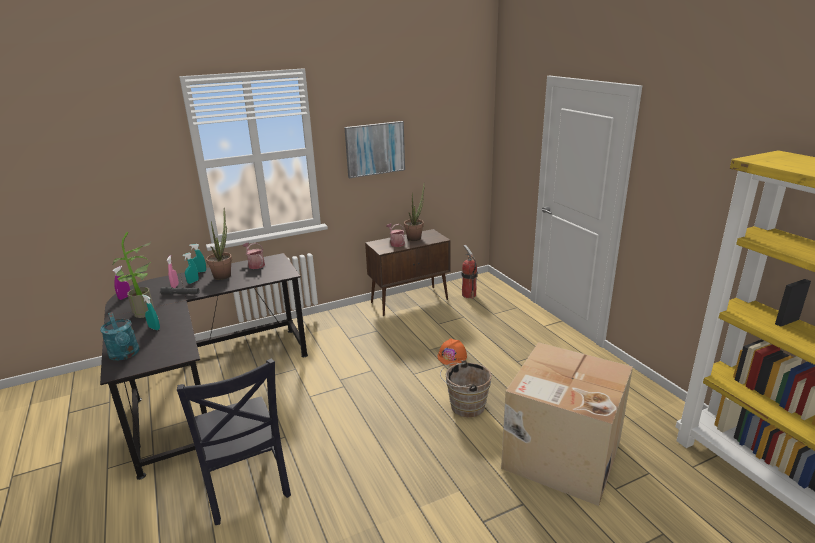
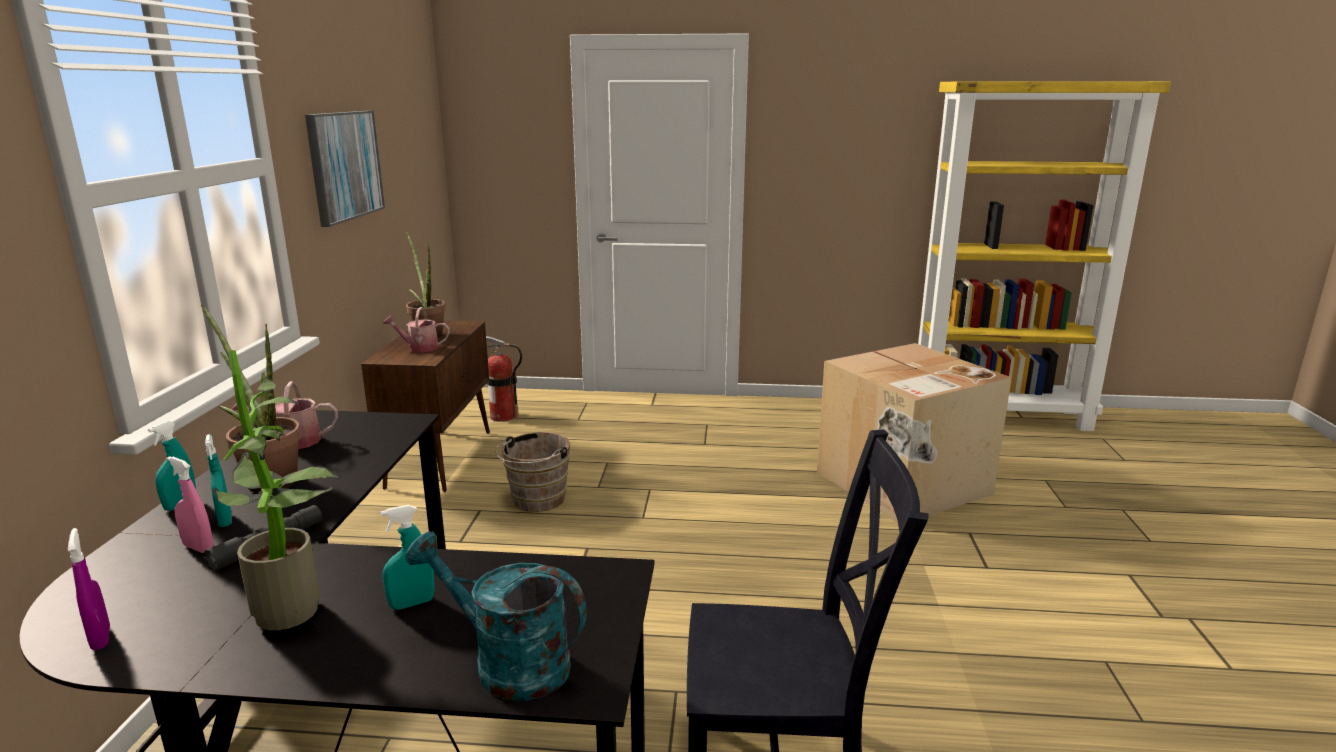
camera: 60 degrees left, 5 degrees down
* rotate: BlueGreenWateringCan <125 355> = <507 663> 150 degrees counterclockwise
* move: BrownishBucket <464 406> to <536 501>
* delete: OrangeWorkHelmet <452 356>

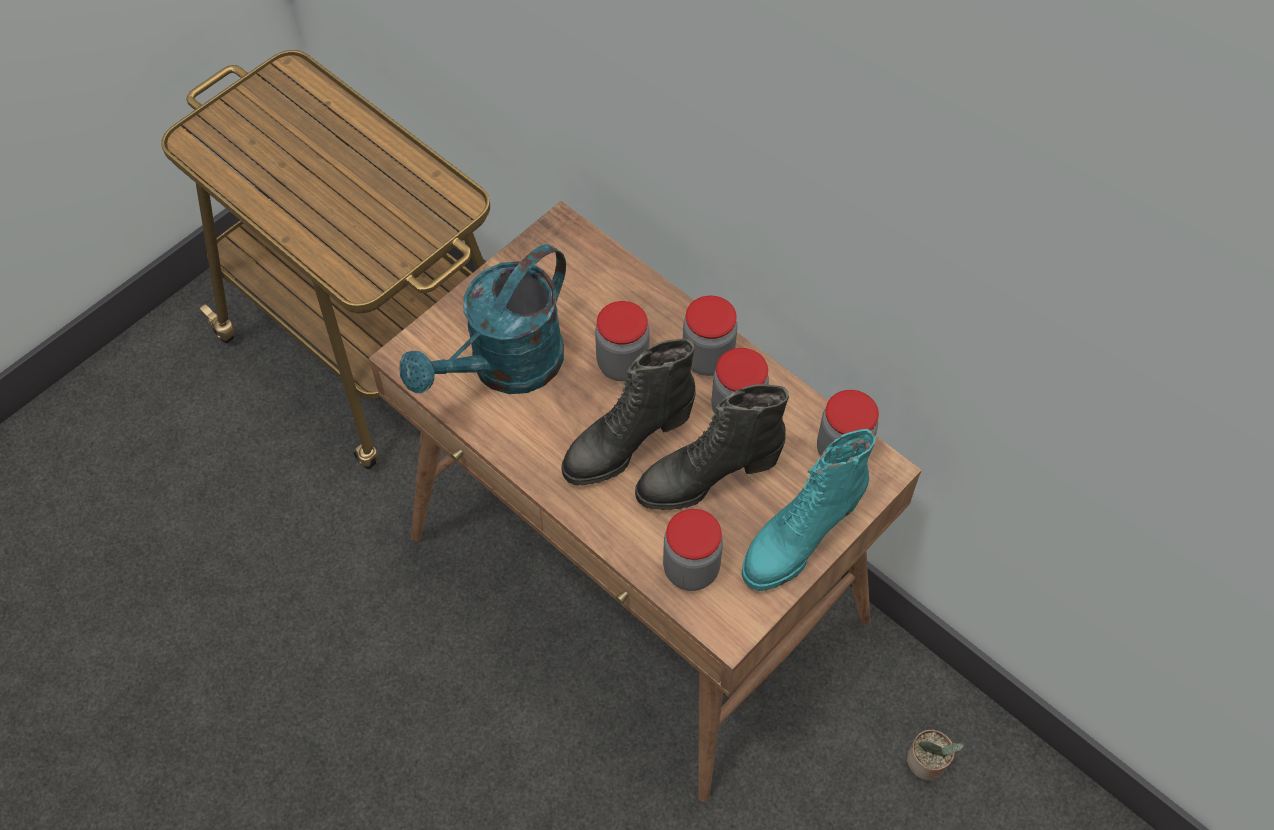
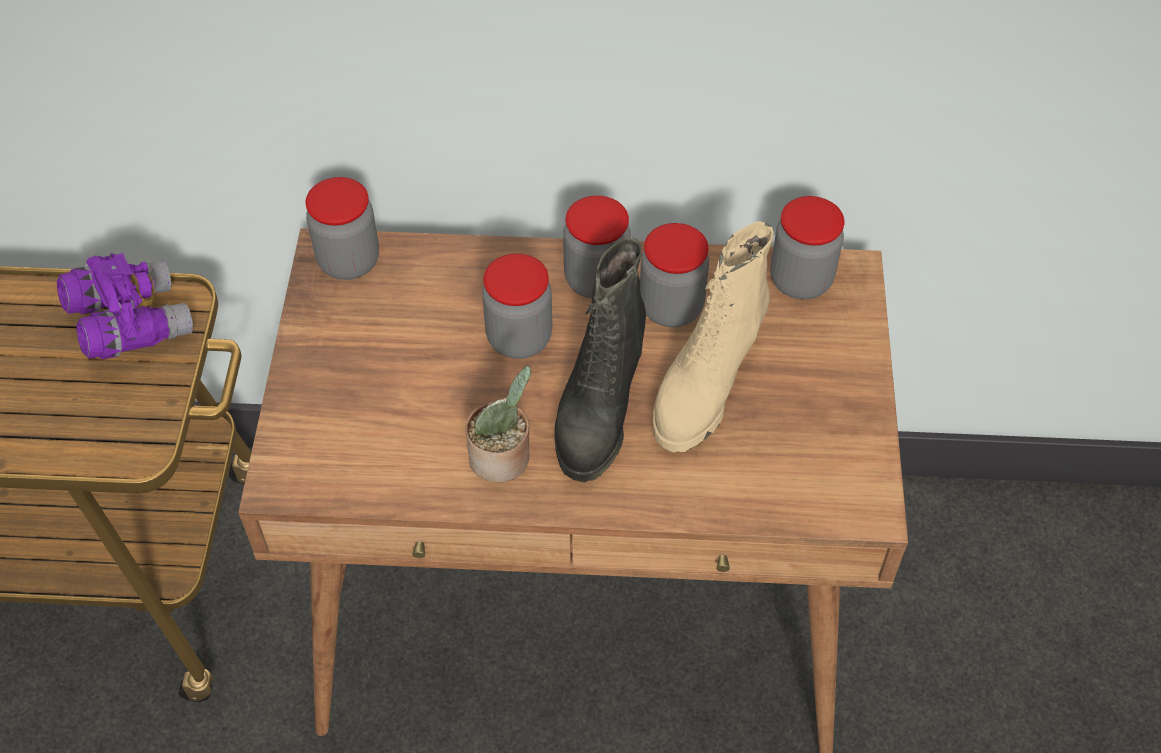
camera: 40 degrees left, 5 degrees down
* insert: PurplishBinoculars <130 324>
* move: Jar <691 569> to <349 261>
* move: PottedPlant <928 763> to <503 459>
* recolor: BlackHighTopBoot <707 476> to BeigeColouredHighTopBoot <705 385>
* delete: BlueGreenWateringCan <505 369>
* delete: BlueGreenHighTopBoot <799 538>

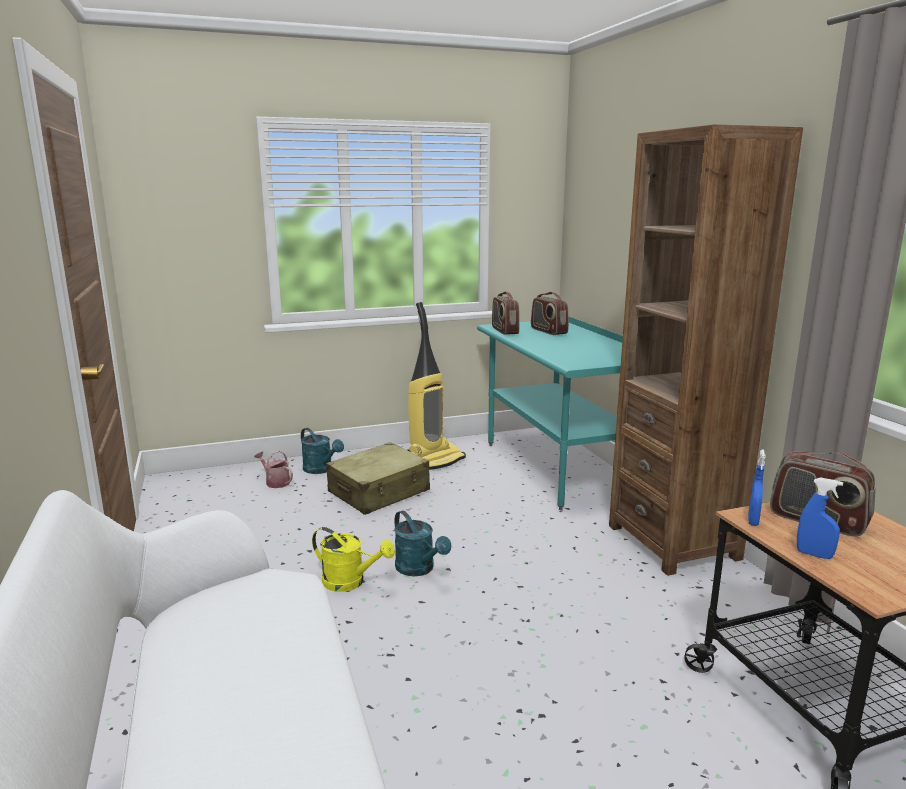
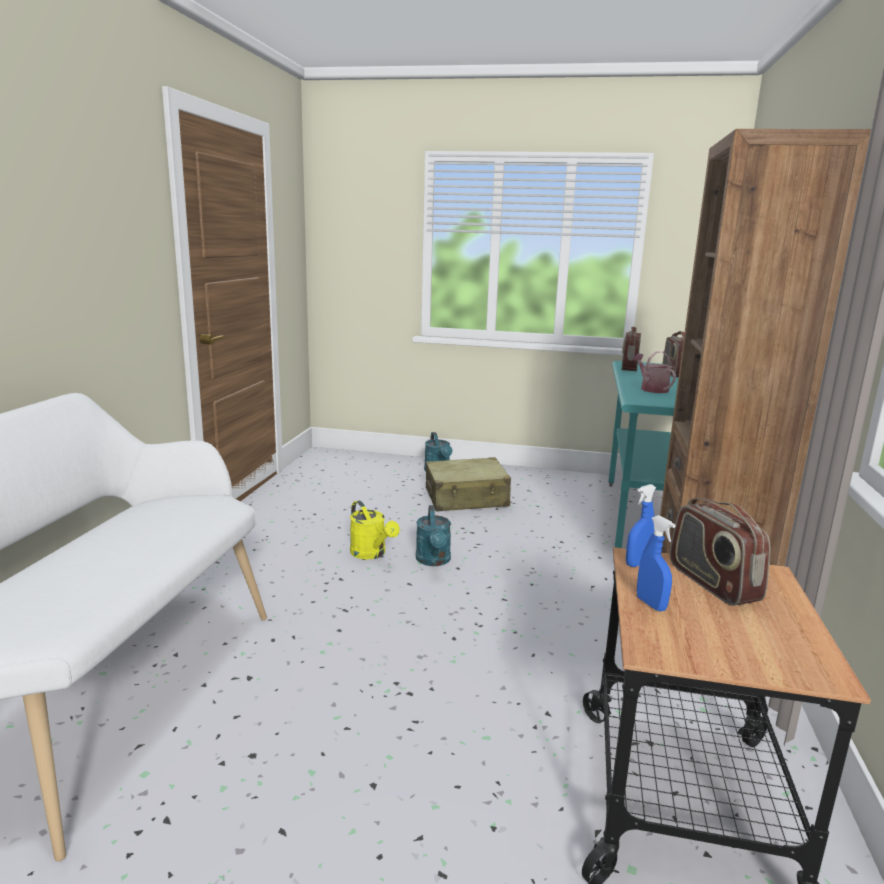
camera: 30 degrees right, 0 degrees up
* move: WateringCan <275 482> to <651 389>
* delete: VacuumCleaner <433 460>

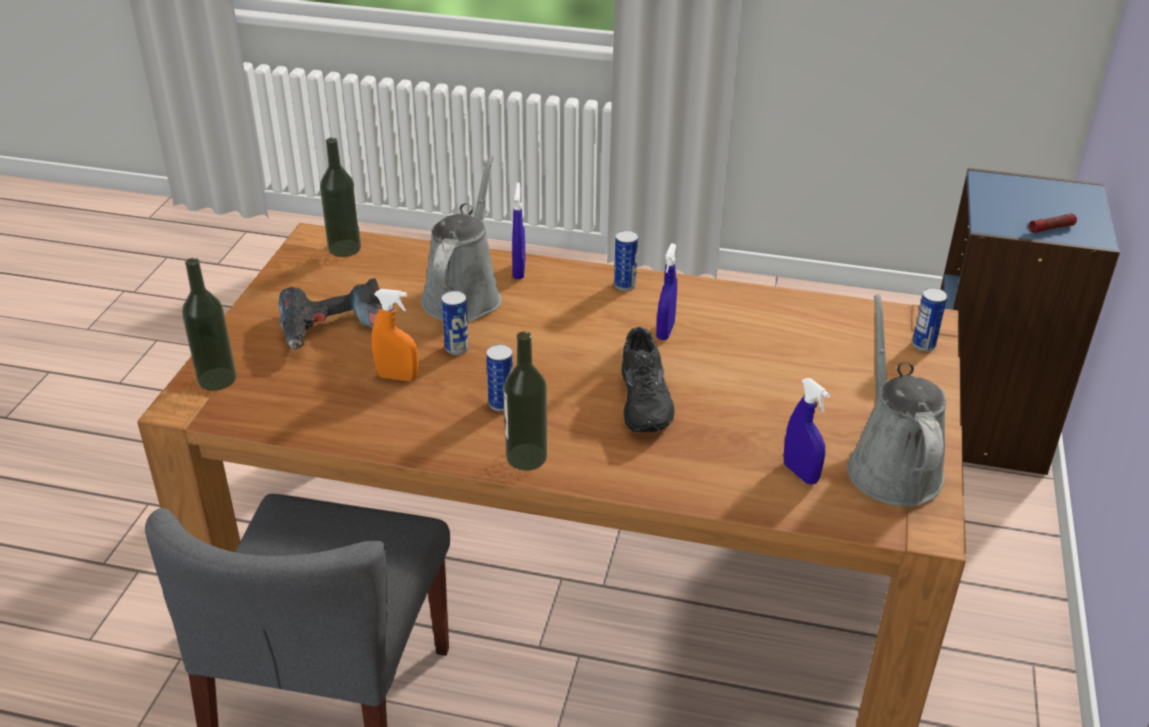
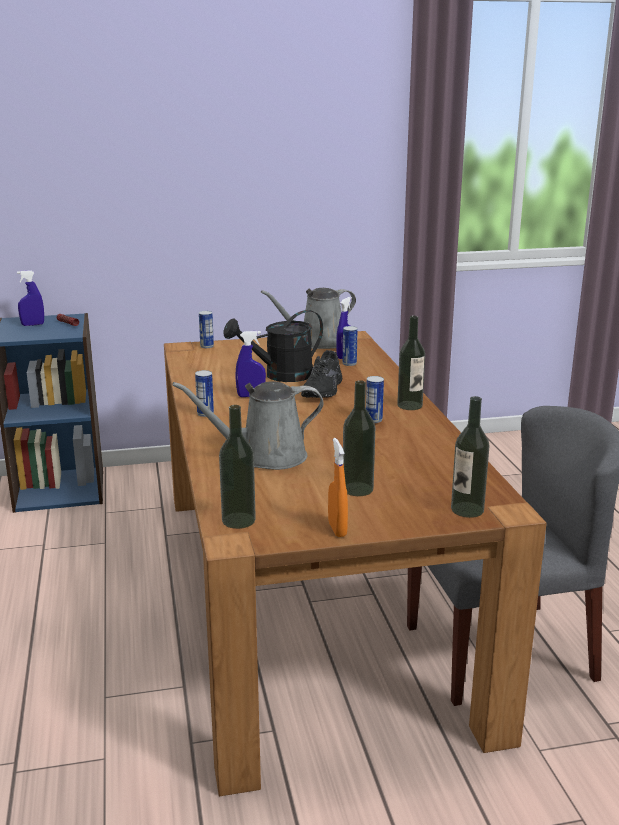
camera: 115 degrees left, 15 degrees down
* move: BluishSprayBottle <519 271> to <33 325>
* insert: BlackWateringCan <280 376>
* rotate: BlackLowShoe <647 399> = <324 389> 135 degrees clockwise
* move: OrangeSprayBottle <397 377> to <337 529>
* move: MetalCan <456 348> to <349 364>
* replace: Drill <333 329> to DrinkBottle <357 489>

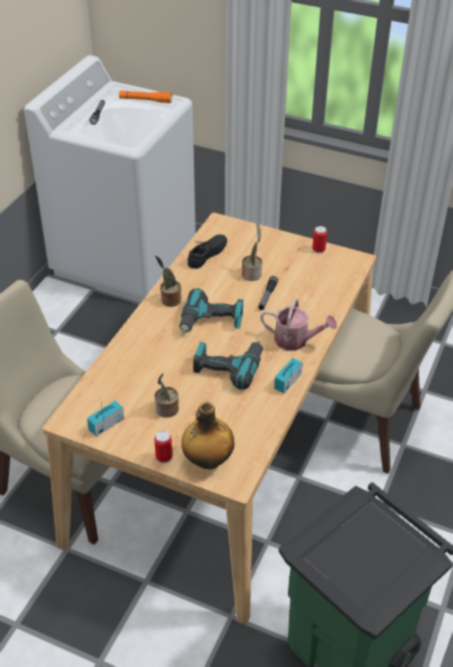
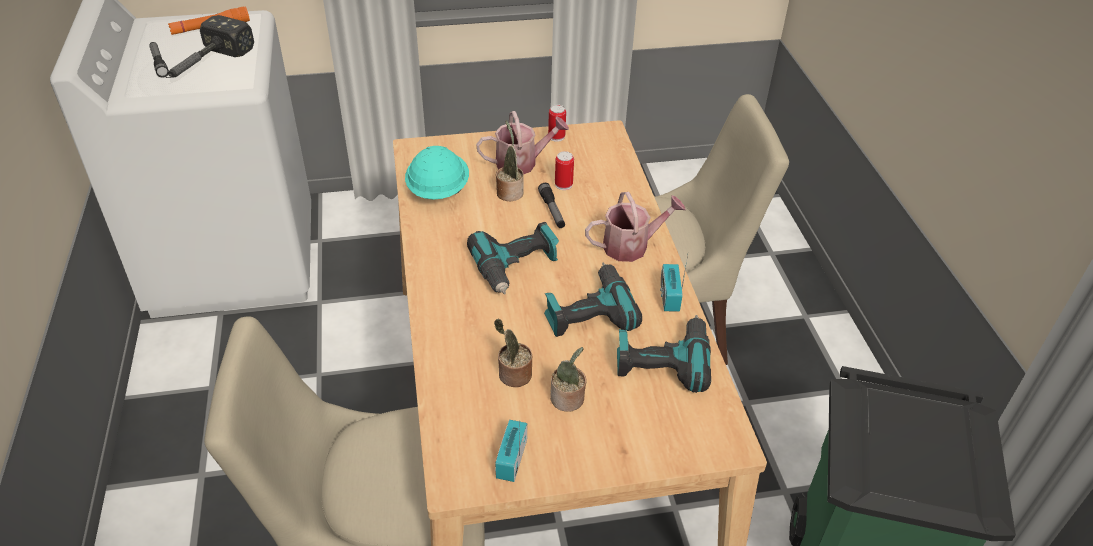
camera: 35 degrees left, 0 degrees up
* insert: HandHammer <205 65>
* replace: BlackLowShoe <208 255> to BlueGreenWorkHelmet <437 191>
* insert: WateringCan <522 163>
* move: PottedPlant <169 300> to <513 375>
* move: MetalCan <164 457> to <563 185>
* insert: Drill <662 359>
* delete: DrinkBottle <207 461>

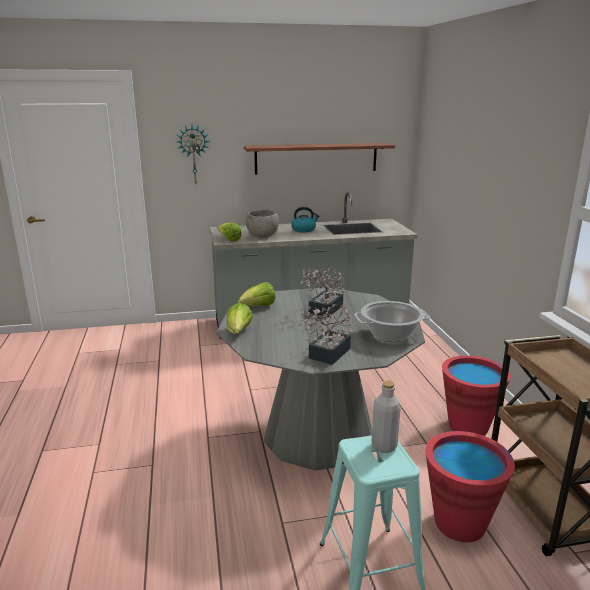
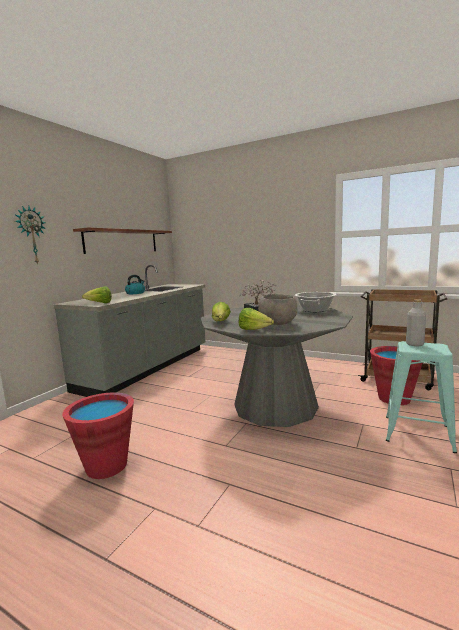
camera: 50 degrees left, 10 degrees down
* move: ReddishBucket <468 426> to <106 466>
* move: GrayServingBowl <262 236> to <277 324>
* delete: PottedPlant <326 355>

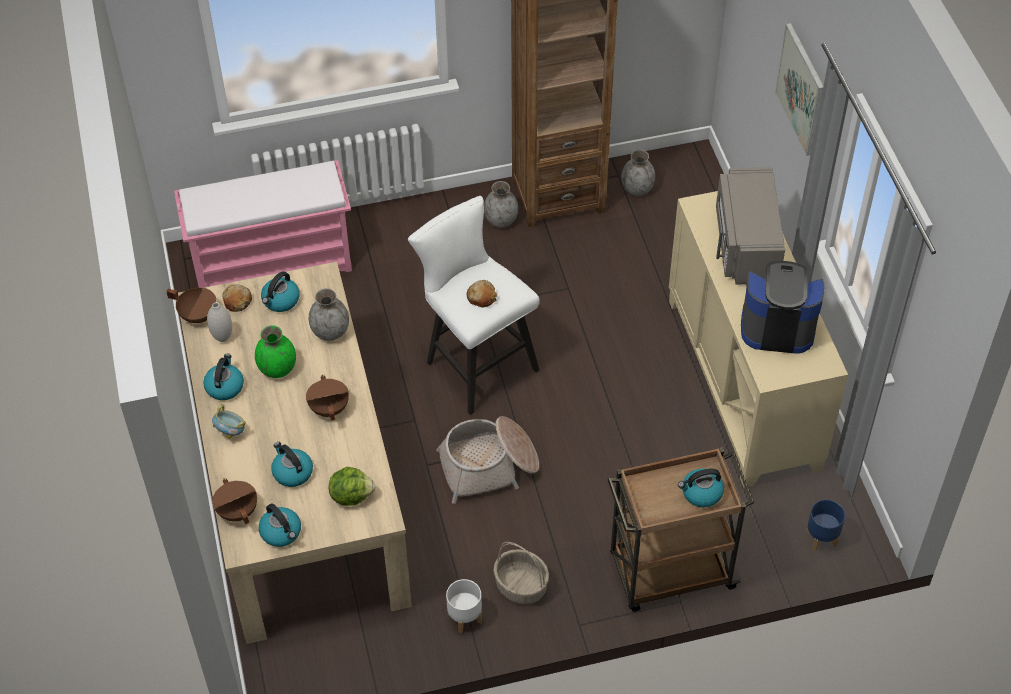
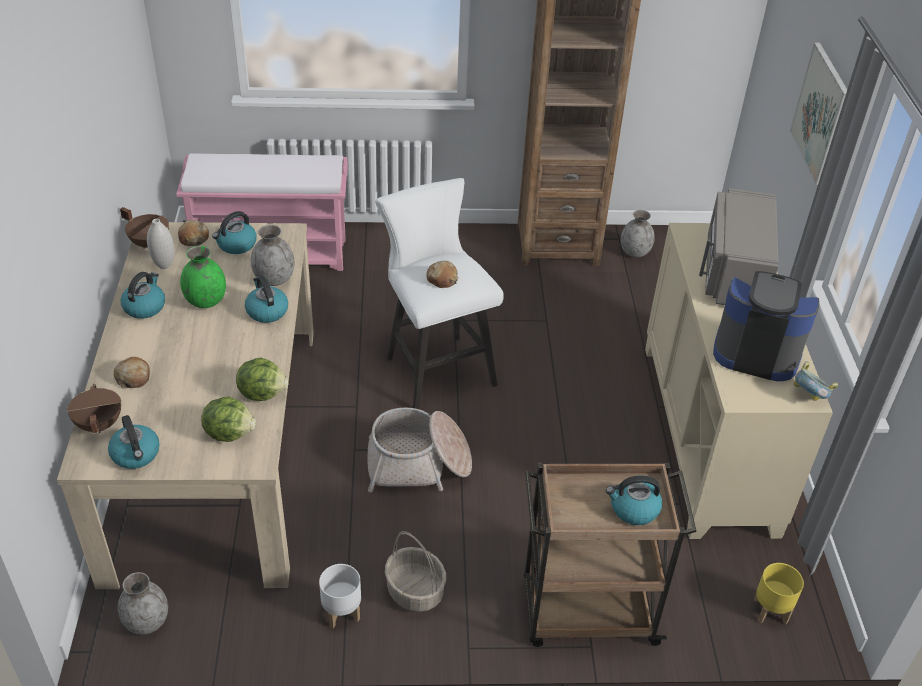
camera: 10 degrees right, 10 degrees down
* insert: BakeryBread <133 377>
* move: GrayFlowerVase <501 220> to <147 621>
* insert: Lettuce <262 392>
* move: WaterKettle <292 472> to <266 311>
* recolor: BluishFlowerPot <821 538> to YellowFlowerPot <770 611>
* move: ServingBowl <231 431> to <809 396>
* delete: BrownishSaucepot <328 408>

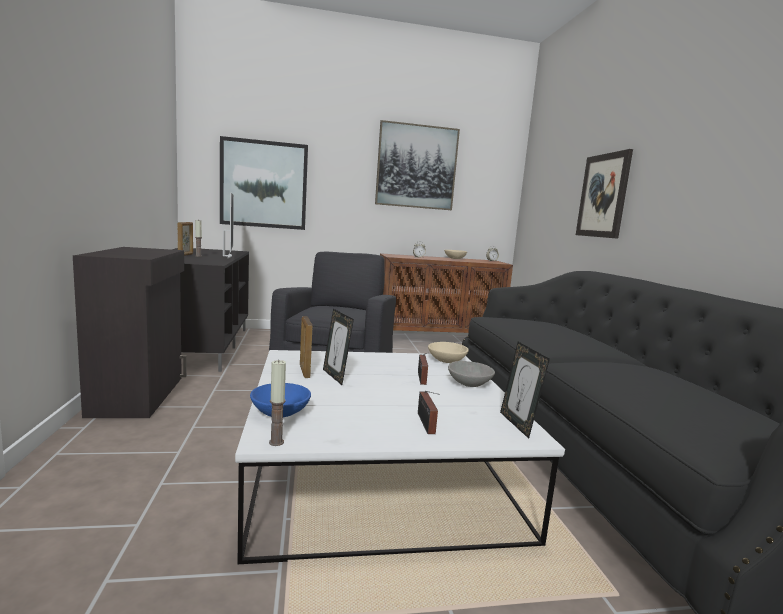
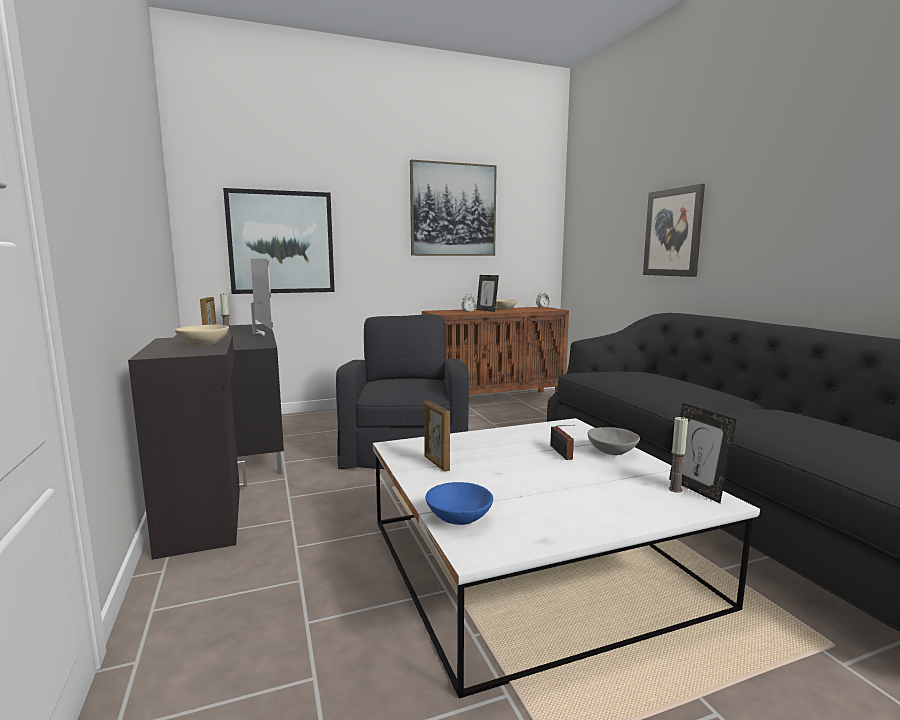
camera: 10 degrees left, 0 degrees up
* move: BeigeColouredServingBowl <447 361> to <204 344>
* move: StandingFrame <335 376> to <487 310>
* move: WaxCandle <276 442> to <675 489>
* delete: Radio <426 424>

